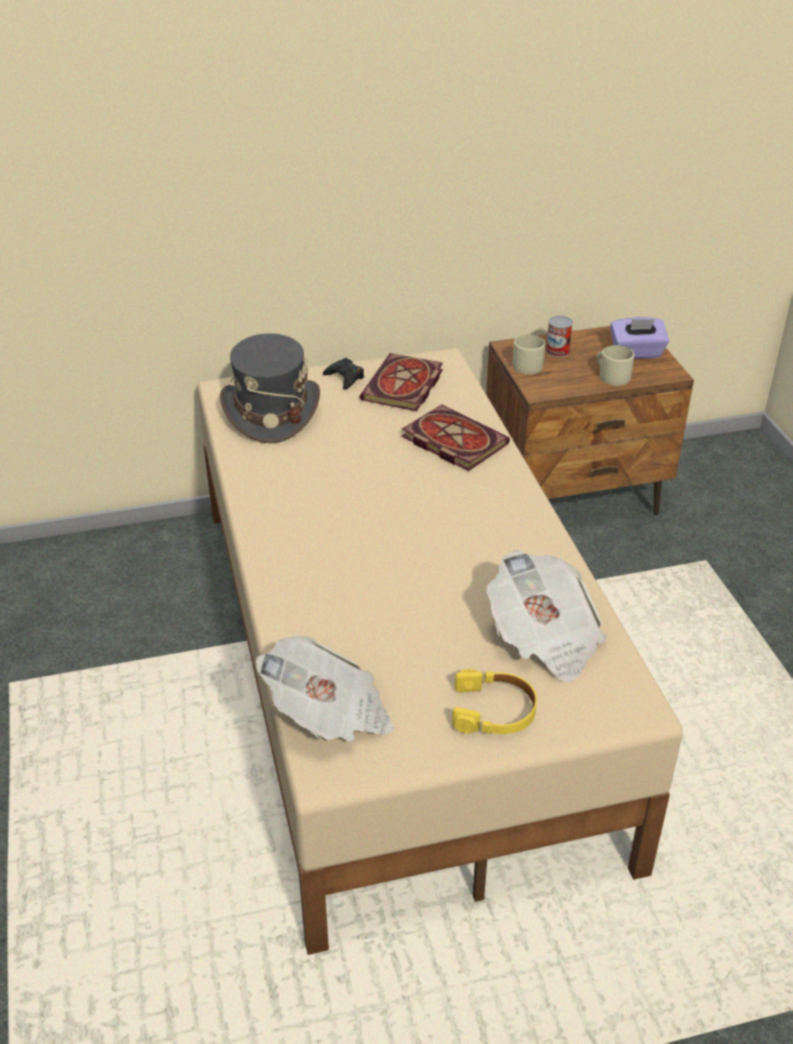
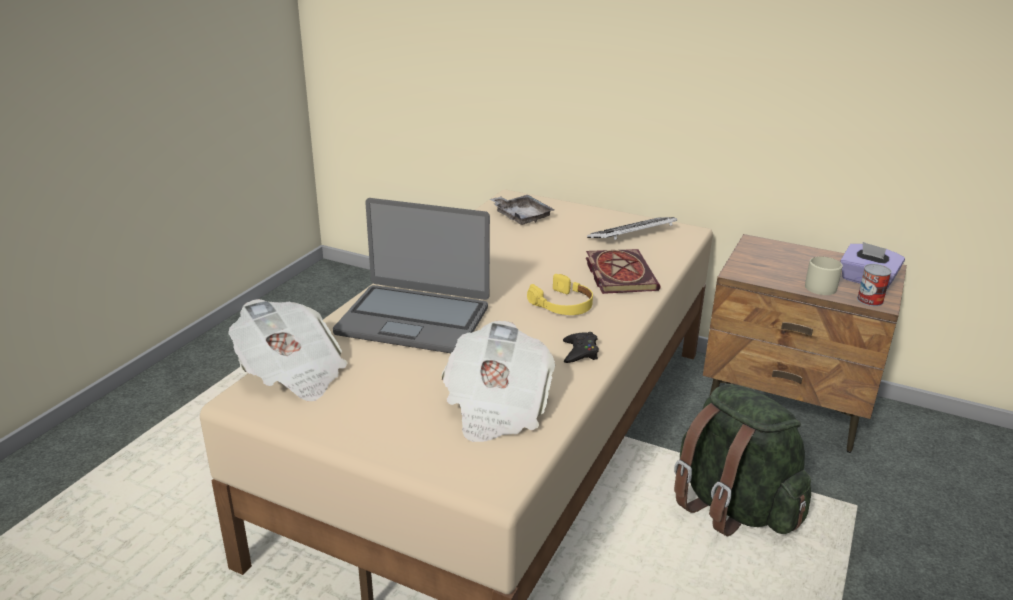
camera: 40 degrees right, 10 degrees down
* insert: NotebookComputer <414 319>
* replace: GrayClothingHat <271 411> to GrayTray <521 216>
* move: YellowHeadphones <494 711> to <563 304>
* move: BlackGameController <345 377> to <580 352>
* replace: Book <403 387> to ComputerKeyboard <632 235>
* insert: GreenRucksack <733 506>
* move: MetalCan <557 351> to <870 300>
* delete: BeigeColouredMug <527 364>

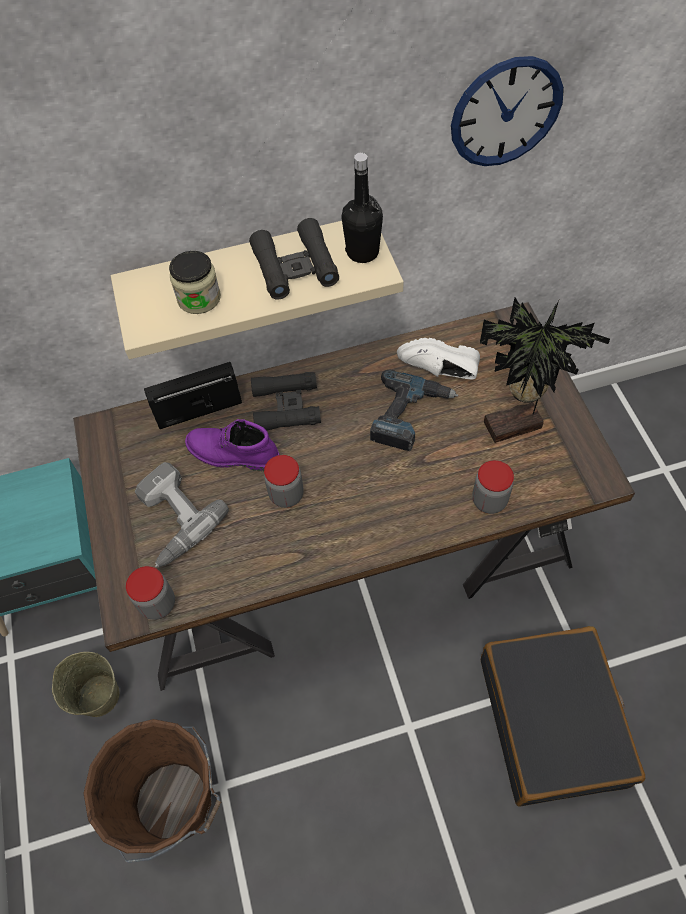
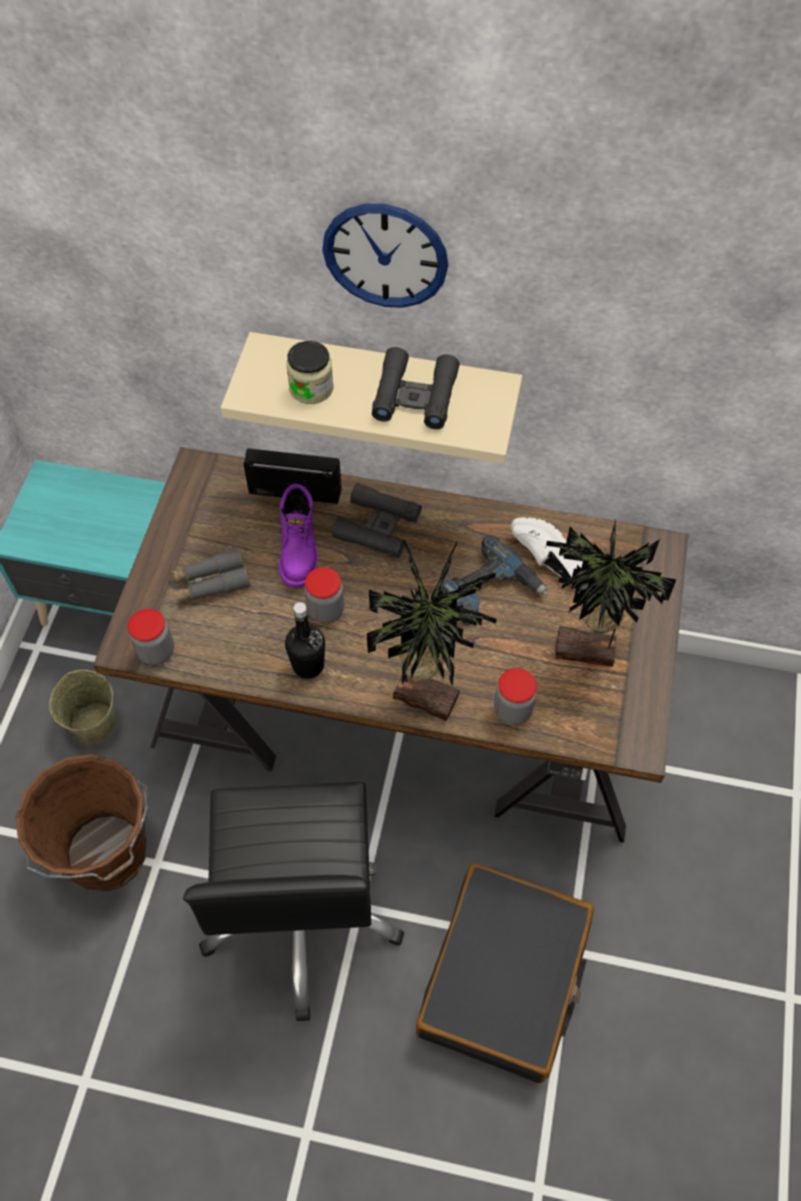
camera: 25 degrees right, 0 degrees up
* replace: Drill <171 520> to GrayBinoculars <211 582>
* insert: BlackOfficeChair <303 914>
* rotate: PurplishHighTopBoot <232 455> = <299 549> 135 degrees counterclockwise
* move: BlackDrinkBottle <362 252> to <308 665>
* move: ClockOnTheWall <506 112> to <385 256>
* insert: PottedPlant <426 693>

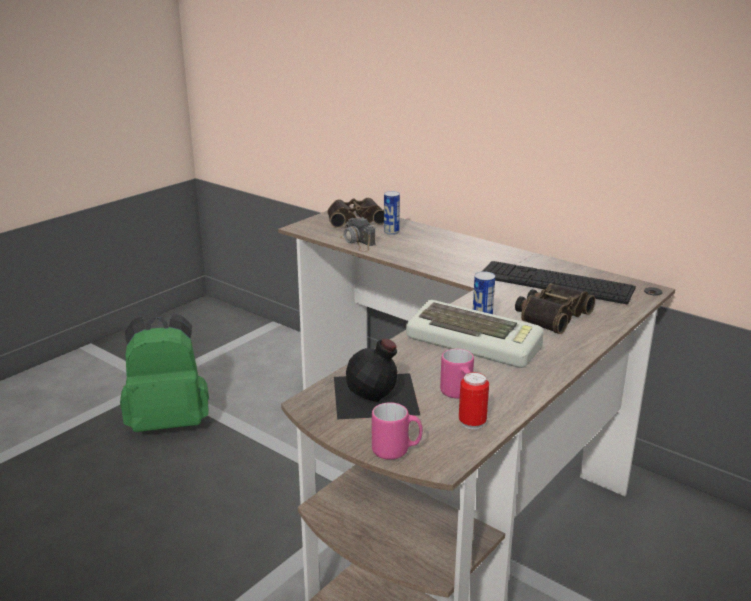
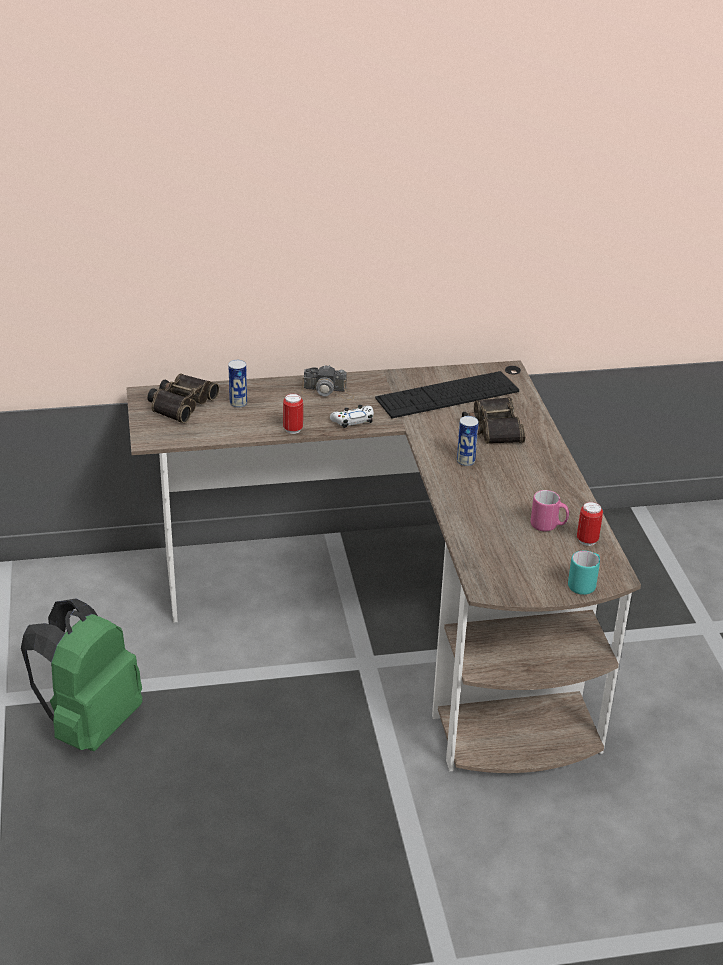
camera: 50 degrees left, 10 degrees up
* insert: MetalCan <293 429>
* move: PhotoCamera <358 242> to <328 392>
* insert: WhitishGameController <353 421>
* recolor: PinkColouredMug <396 451> to BlueGreenMug <584 584>
* delete: BlackDrinkBottle <377 396>
* delete: ComputerKeyboard <475 342>

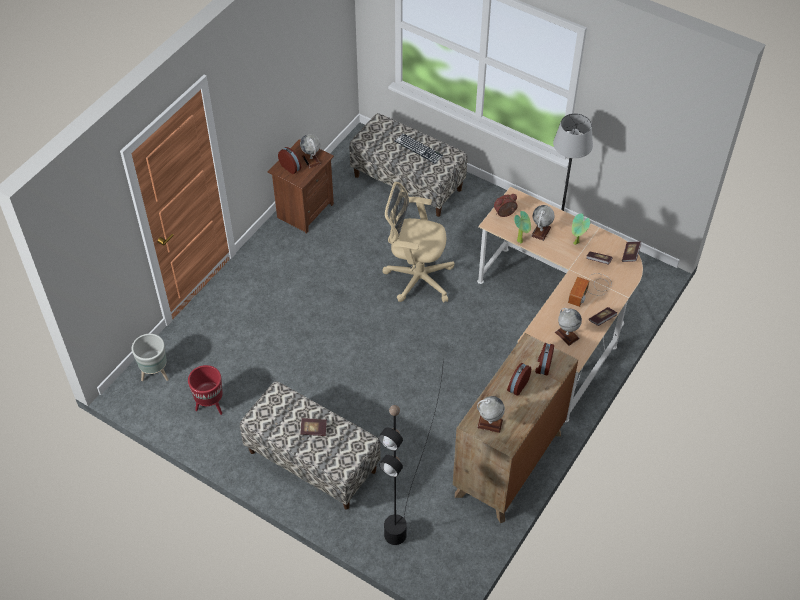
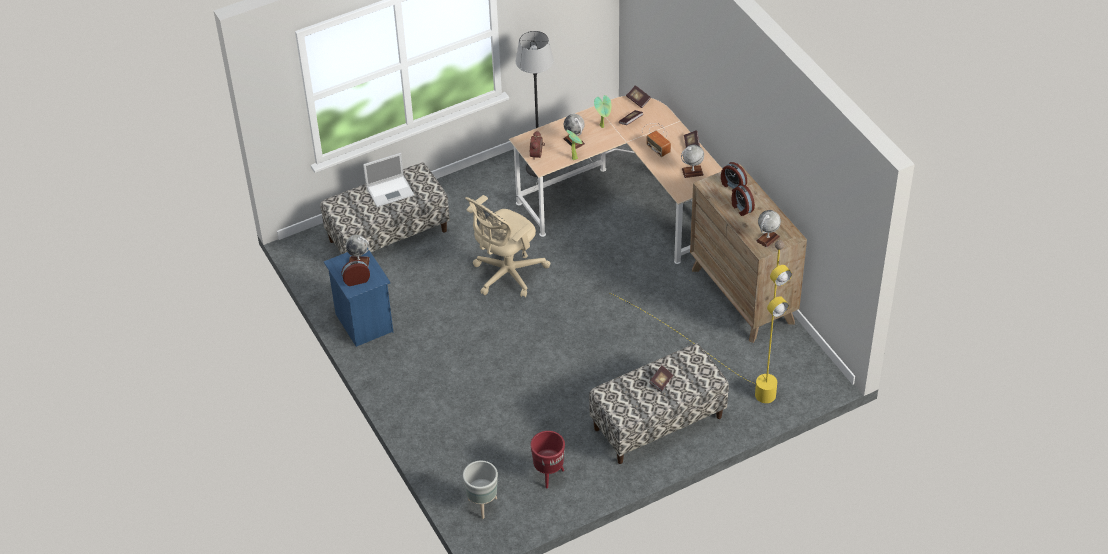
camera: 60 degrees left, 5 degrees down
* recolor: BrownishNightstand <304 210> to BluishNightstand <363 323>
* replace: ComputerKeyboard <418 148> to NotebookComputer <391 191>
* recolor: BlackStandardLamp <411 482> to YellowStandardLamp <721 364>

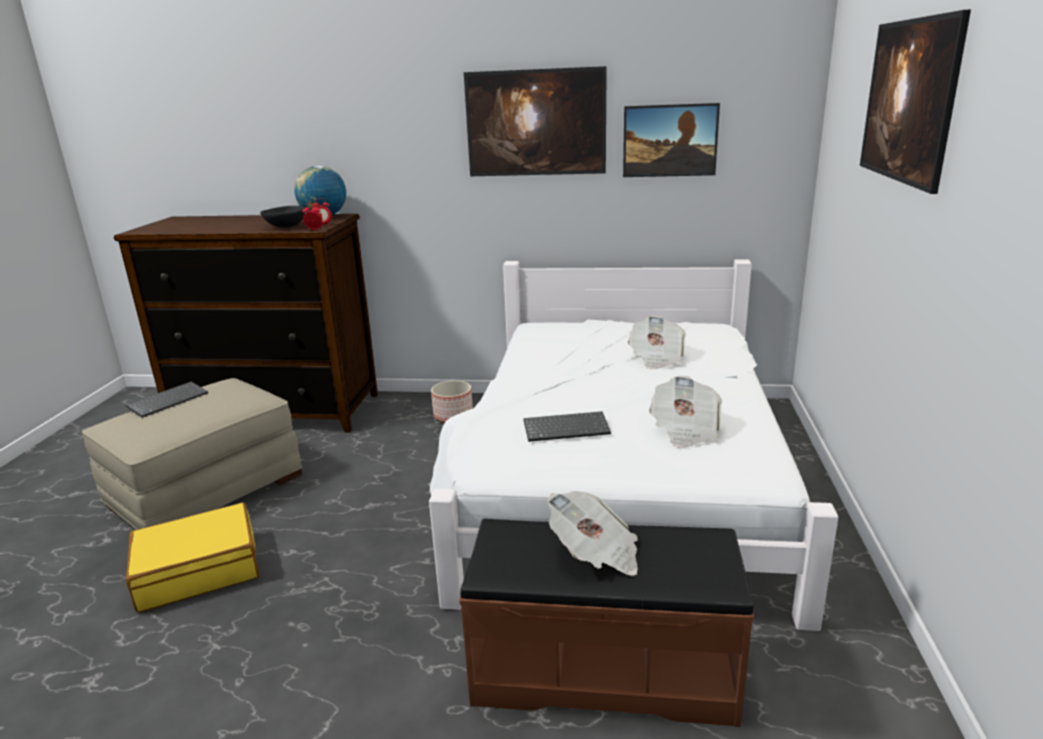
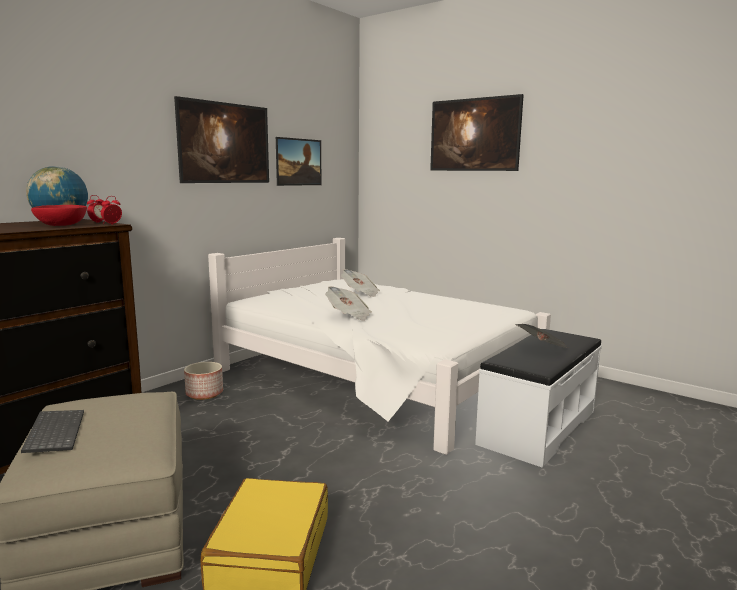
camera: 60 degrees left, 10 degrees down
* recolor: BlackServingBowl <285 227> to ReddishServingBowl <61 225>
* move: DailyPaper <685 430> to <349 315>
* recolor: BrownishLongSeat <603 669> to WhitishLongSeat <537 427>
* delete: ComputerKeyboard <567 428>

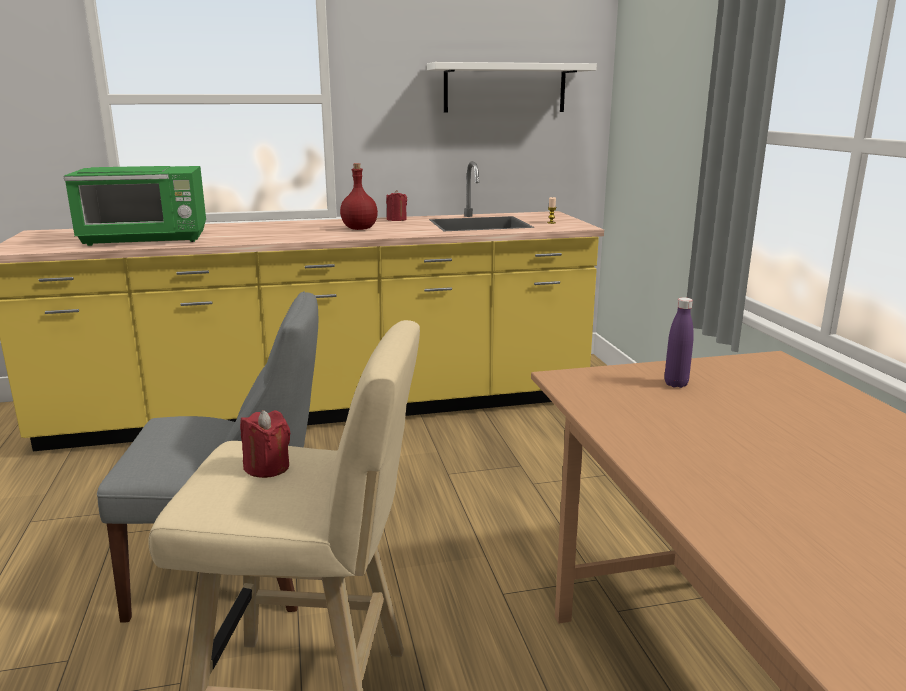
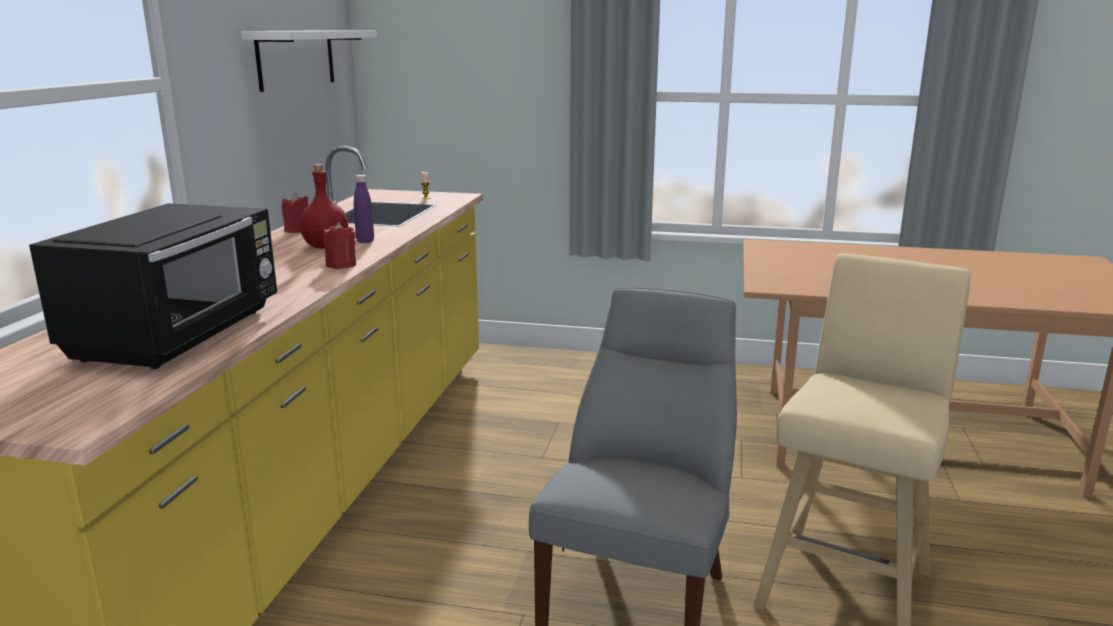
camera: 65 degrees left, 0 degrees up
* recolor: GreenMicrowave <147 239> to BlackMicrowave <180 334>
* move: ReddishWaxCandle <267 467> to <341 265>
* move: PurplishDrinkBottle <676 384> to <365 241>

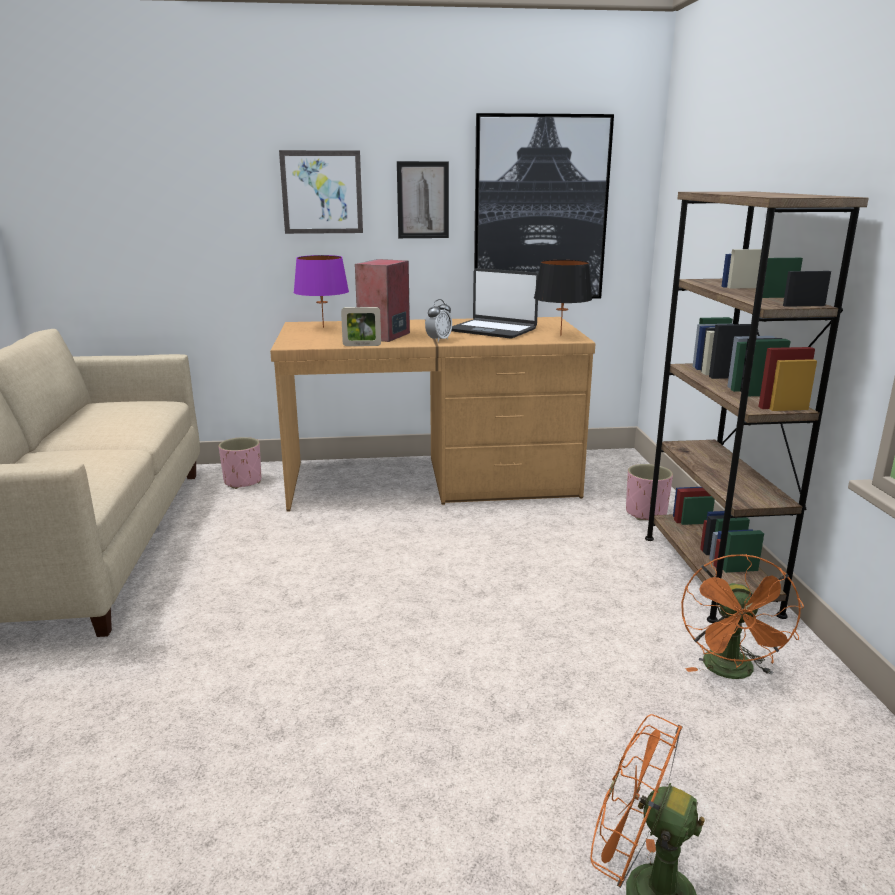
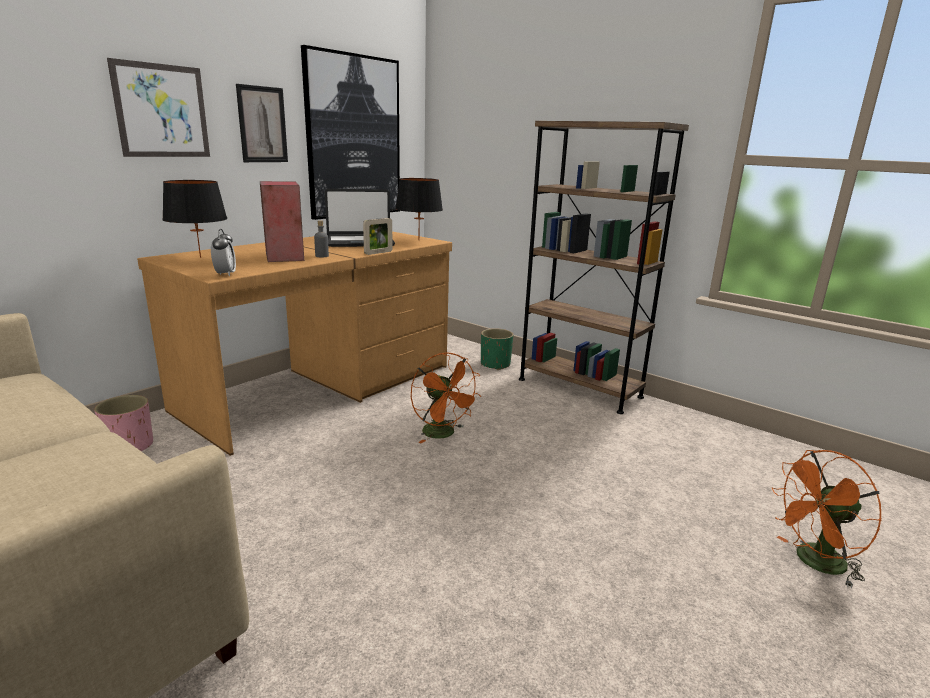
camera: 45 degrees left, 0 degrees up
* recolor: PurplishTableLamp <323 327> to BlackTableLamp <200 257>
* move: AlarmClock <438 340> to <225 274>
* insert: GrayDrinkBottle <322 256>
* move: StandingFrame <362 345> to <378 253>
* move: OrangeFan <732 672> to <443 434>
* recolor: PinkColouredFlowerPot <646 513> to GreenFlowerPot <495 364>

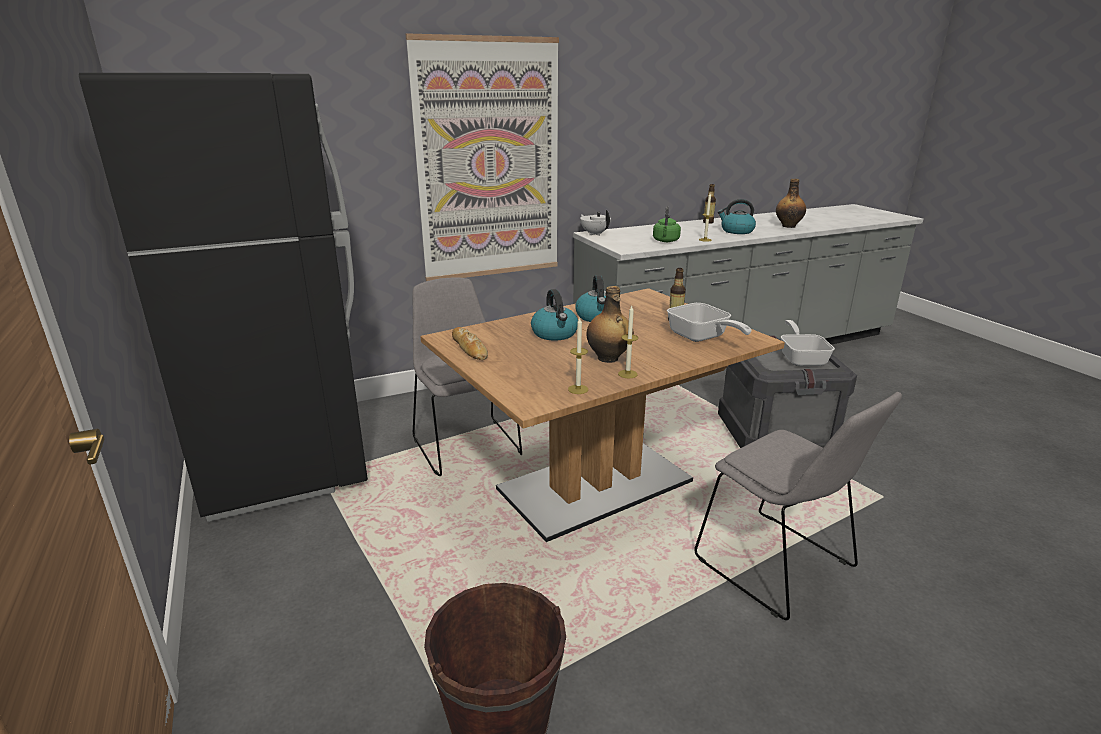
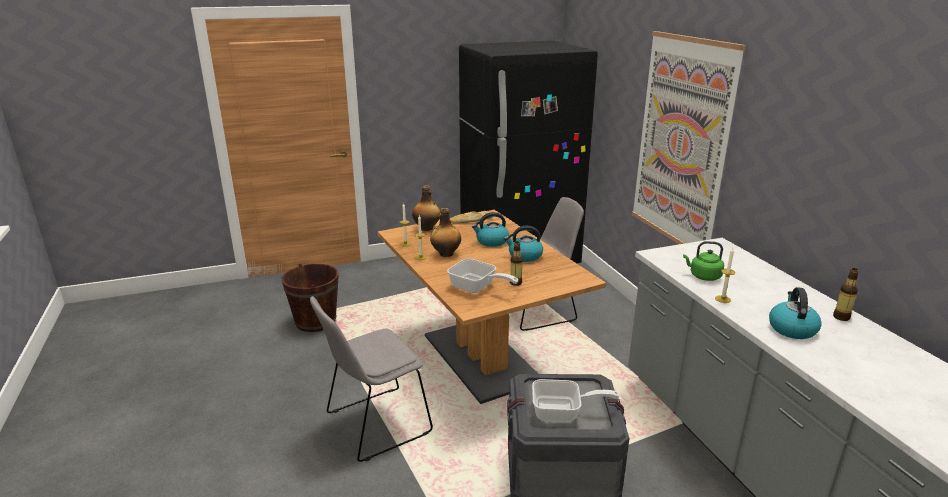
camera: 95 degrees right, 0 degrees up
* move: DrinkBottle <788 226> to <427 228>
* rotate: Pan <701 337> = <476 288> 120 degrees counterclockwise
* delete: WhitishTeapot <594 234>

